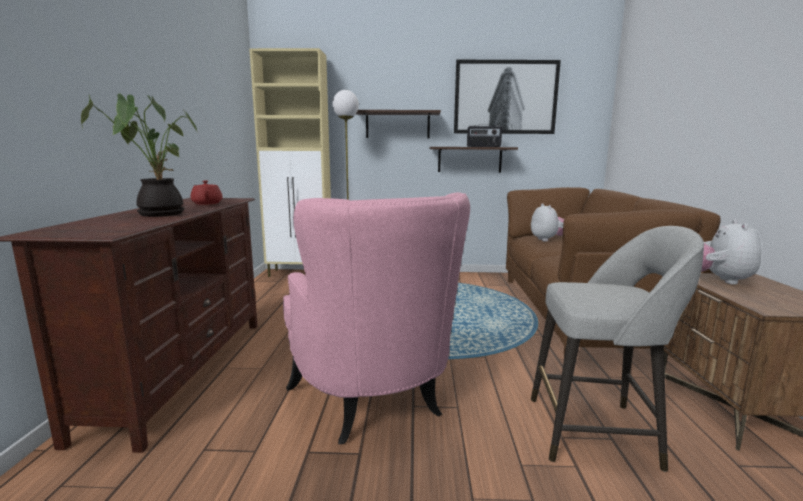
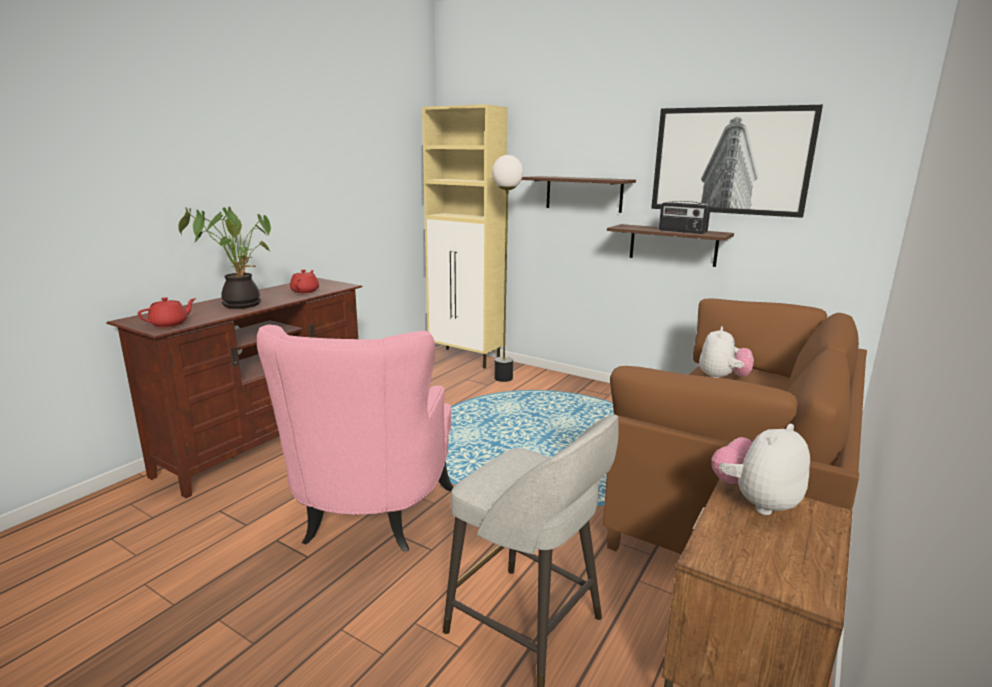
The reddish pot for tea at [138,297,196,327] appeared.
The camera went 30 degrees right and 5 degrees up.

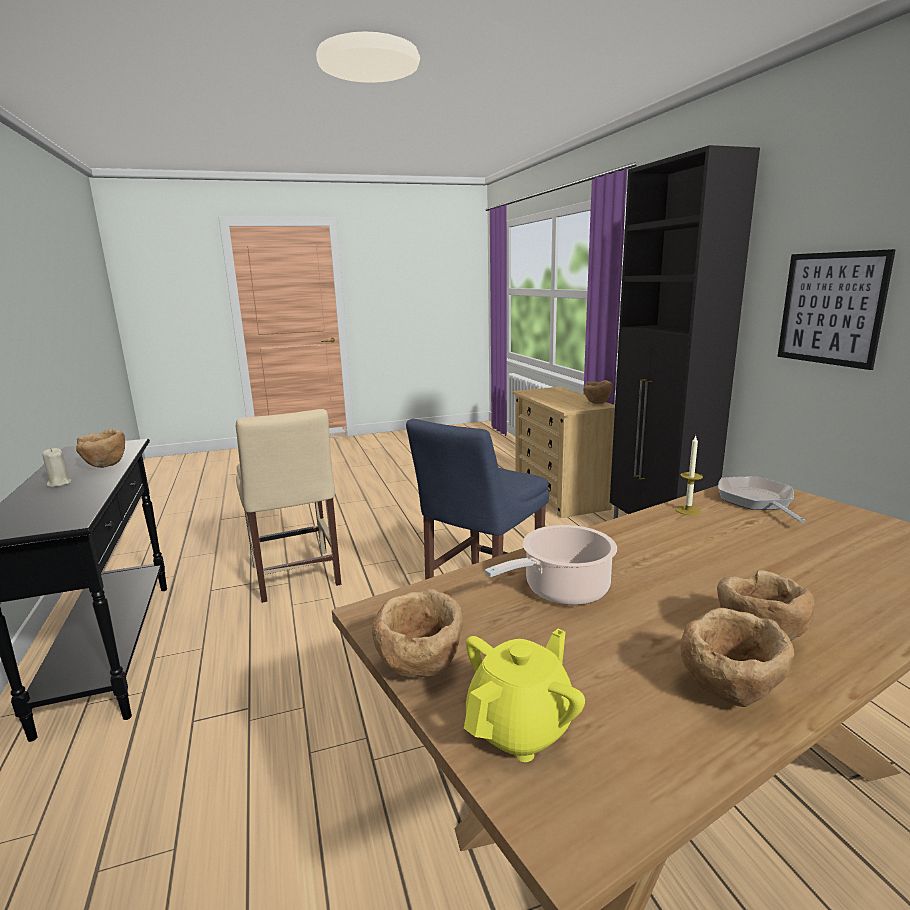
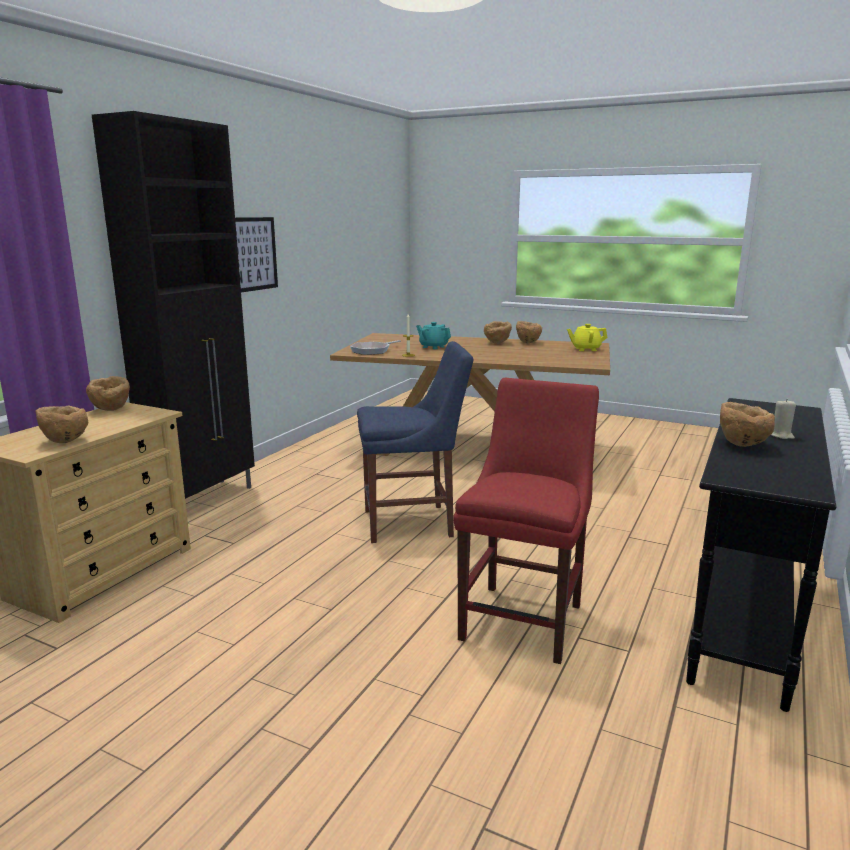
The brownish bowl moved from [372,589,463,678] to [35,406,88,443].
The turquoise-coloured pot for tea at [416,322,451,349] appeared.
The sand-coloured plain chair at [236,409,341,603] became the reddish plain chair at [453,378,599,664].
The saucepot at [485,525,617,605] disappeared.
The camera went 135 degrees left and 0 degrees up.

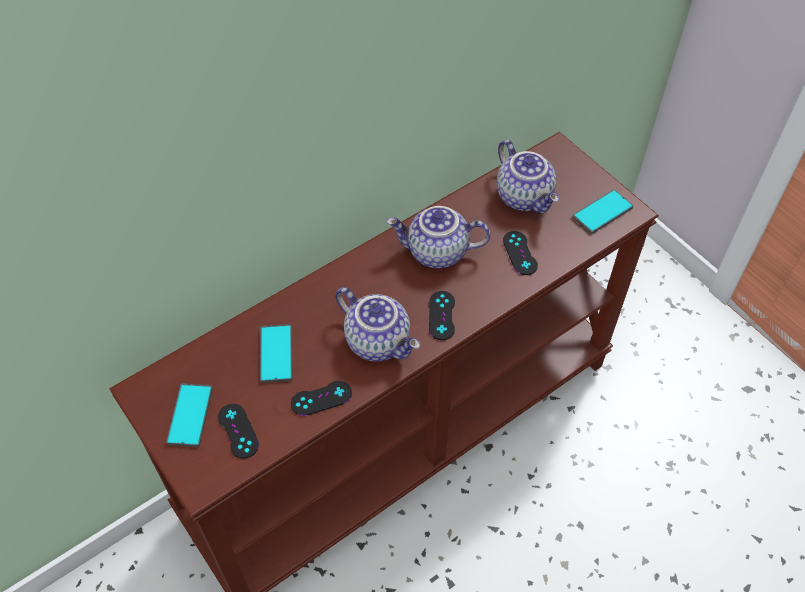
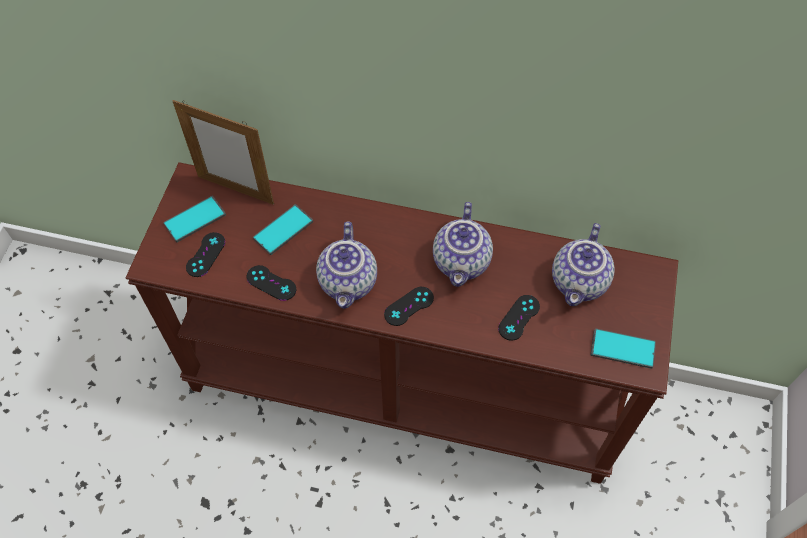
The photo frame at [173,100,274,205] appeared.
The pot for tea at [386,206,490,268] turned 135 degrees counterclockwise.
The camera went 50 degrees right and 5 degrees up.

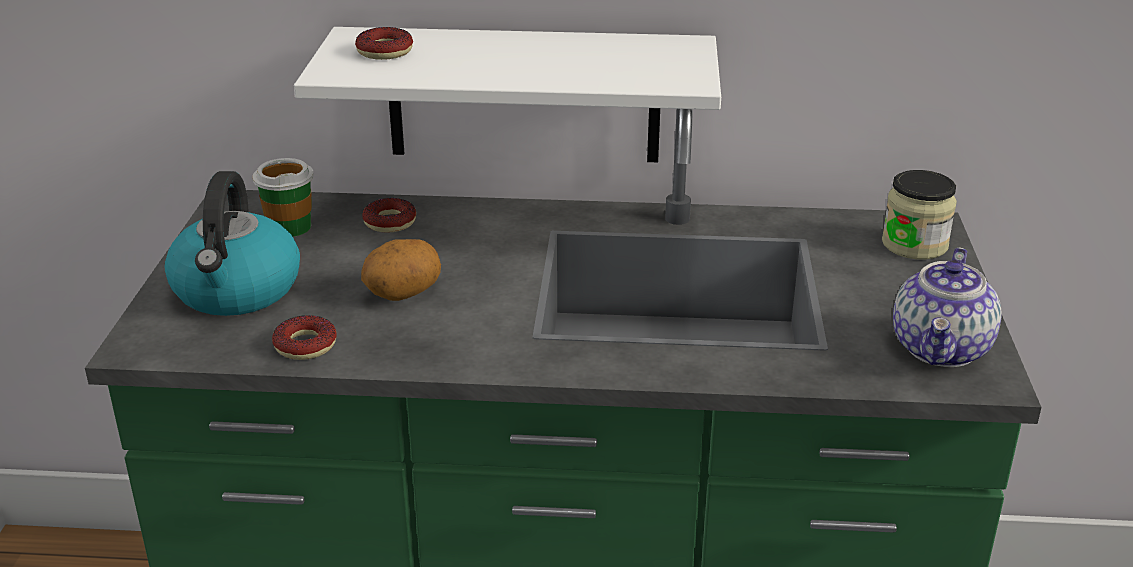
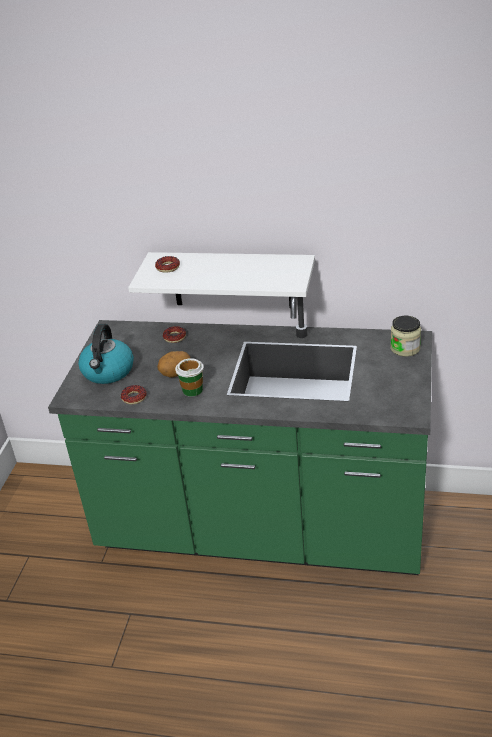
The drinking cup moved from [252,158,314,237] to [175,358,204,397].
The pot for tea at [893,247,1002,367] disappeared.
The camera went 10 degrees right and 5 degrees up.

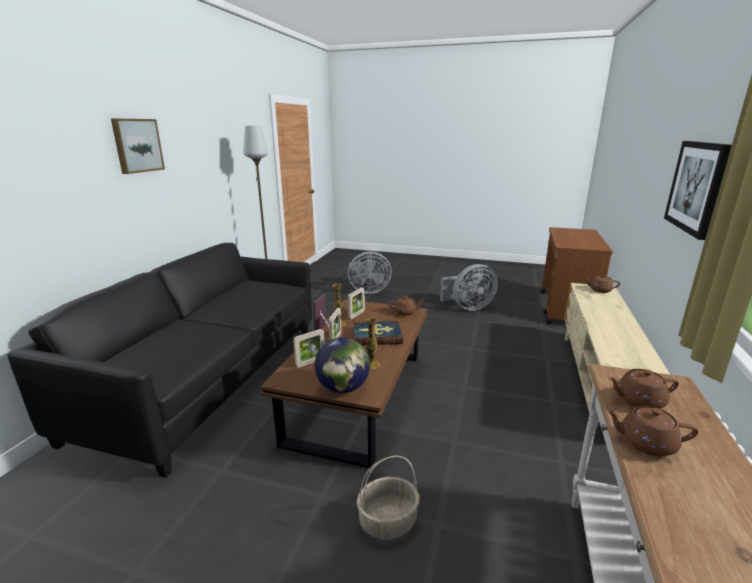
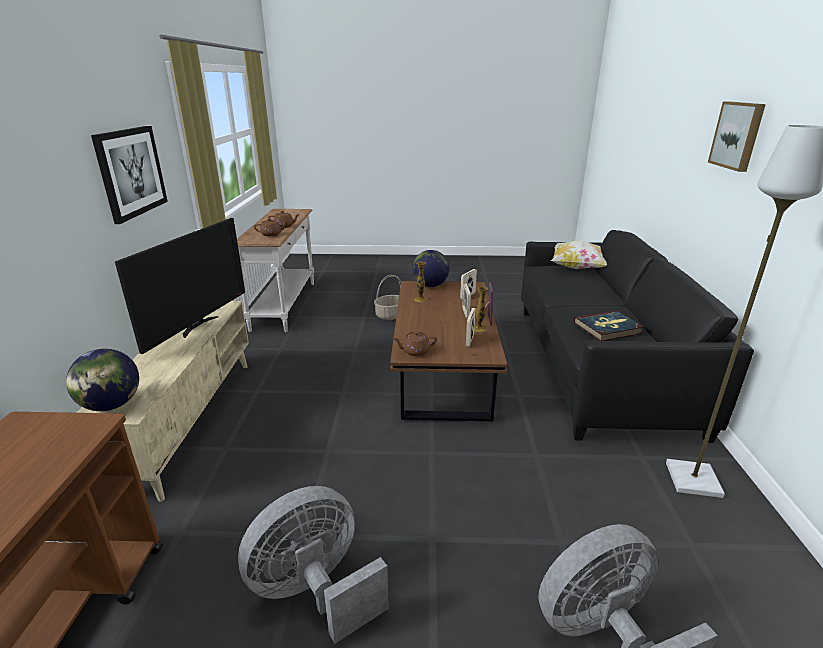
The brownish pot for tea at [583,275,620,293] was replaced by the desk globe at [66,349,139,411].
The TV set at [115,218,245,354] appeared.
The throw pillow at [551,241,607,269] appeared.
The bound book moved from [353,321,403,345] to [574,311,644,341].
The camera went 165 degrees right and 5 degrees up.

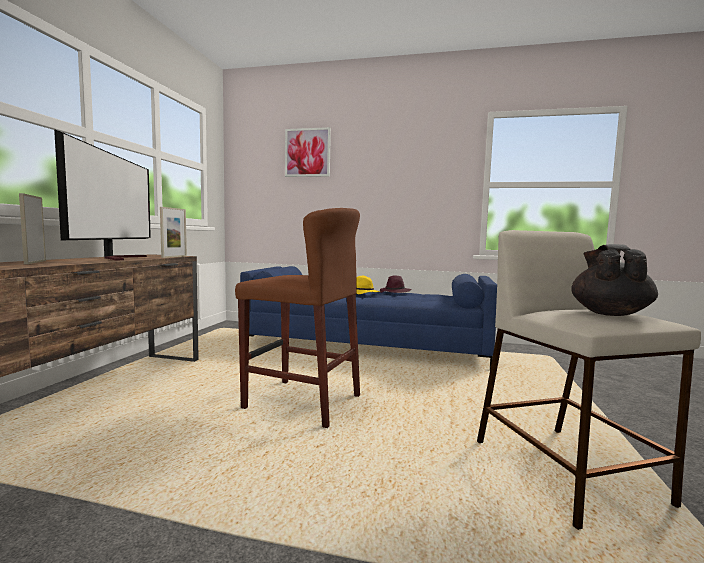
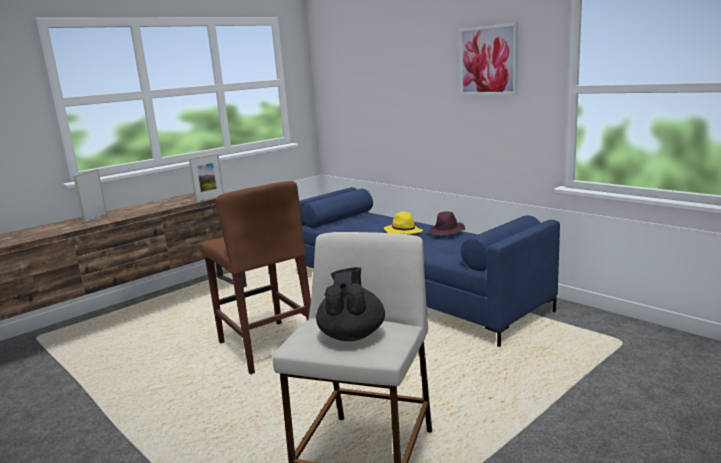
The black-coloured pot for tea at [571,244,658,316] turned 45 degrees counterclockwise.
The wall picture moved from [285,127,331,177] to [459,23,518,95].
The TV set at [54,129,151,261] disappeared.
The camera went 35 degrees right and 10 degrees up.

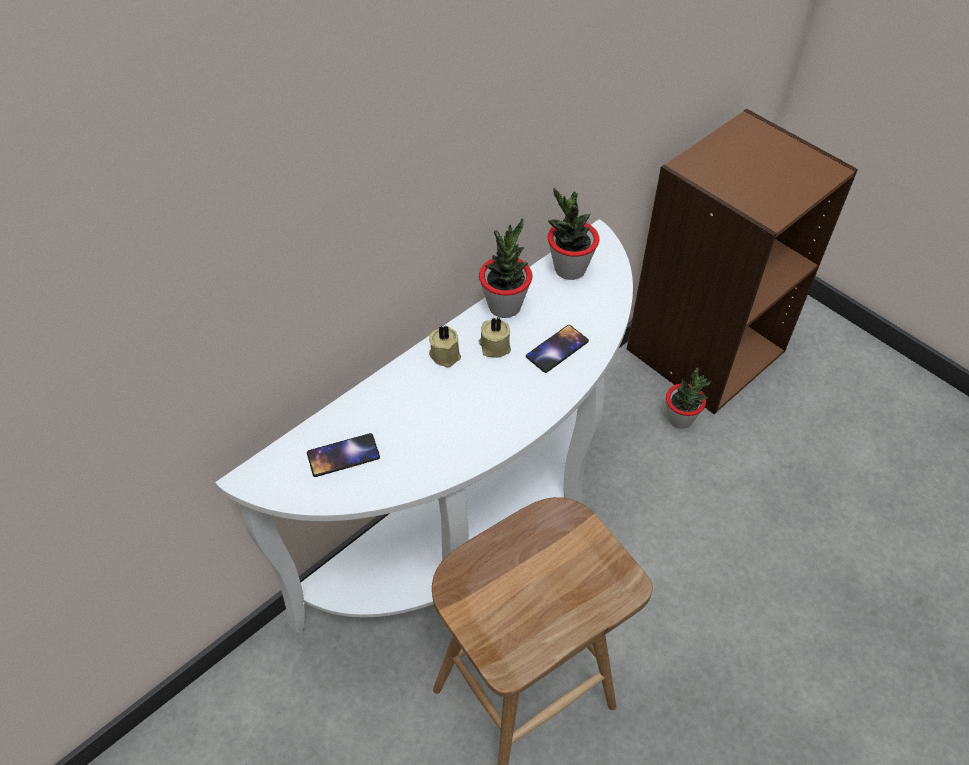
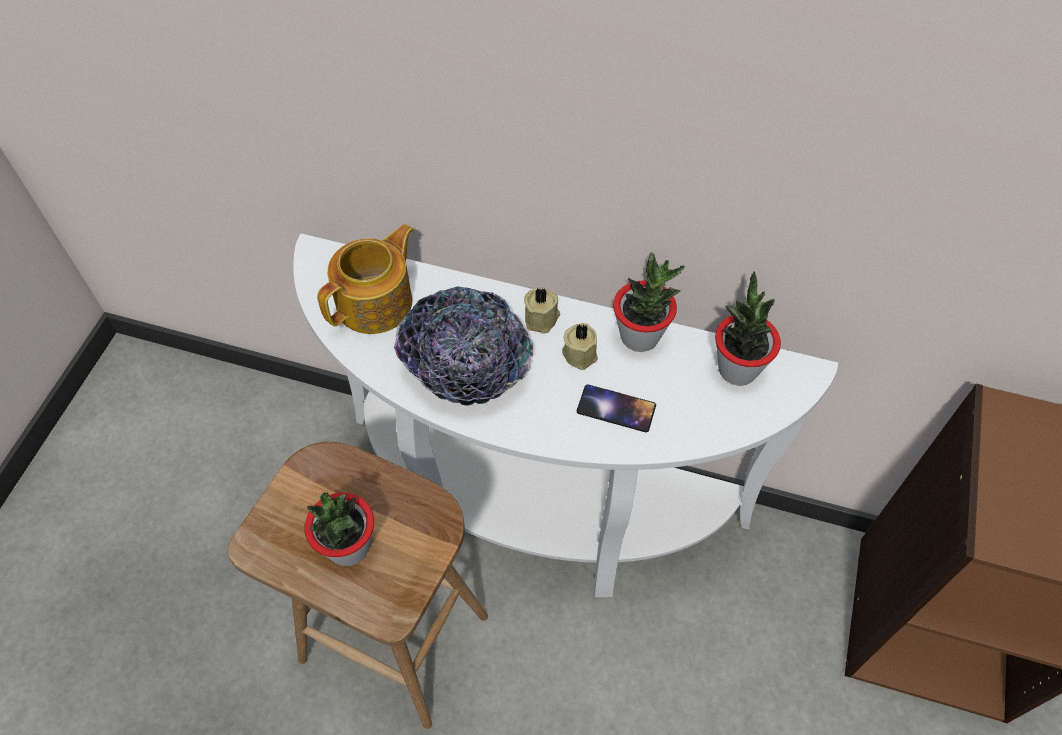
The plant in a pot moved from [666,368,711,429] to [304,492,374,566].
The handset at [307,433,380,477] was replaced by the pot for tea at [317,224,414,334].
The bowl at [394,286,533,406] appeared.
The camera went 60 degrees right and 5 degrees up.

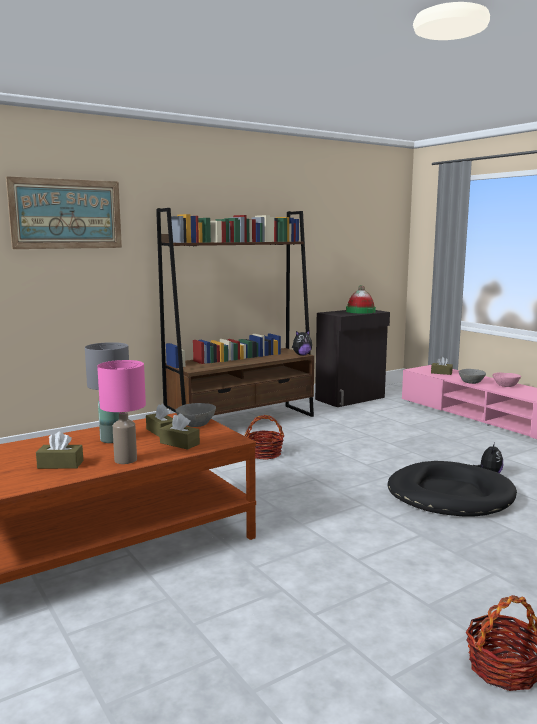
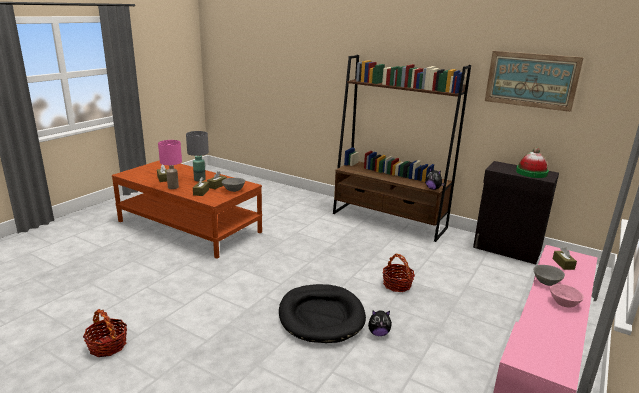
The basket moved from [244,415,284,460] to [382,254,415,292].
The wall picture moved from [6,176,122,249] to [485,51,583,112].
The camera went 65 degrees right and 10 degrees up.

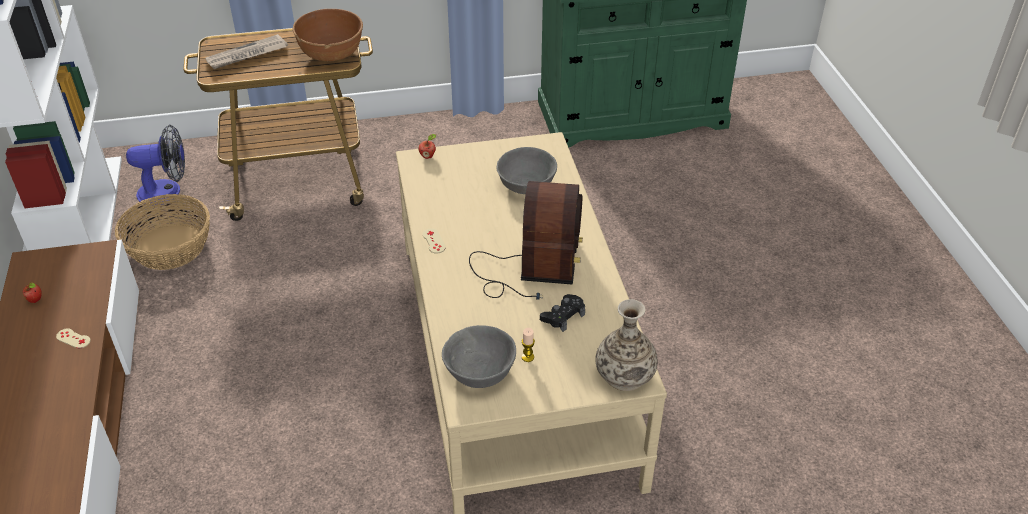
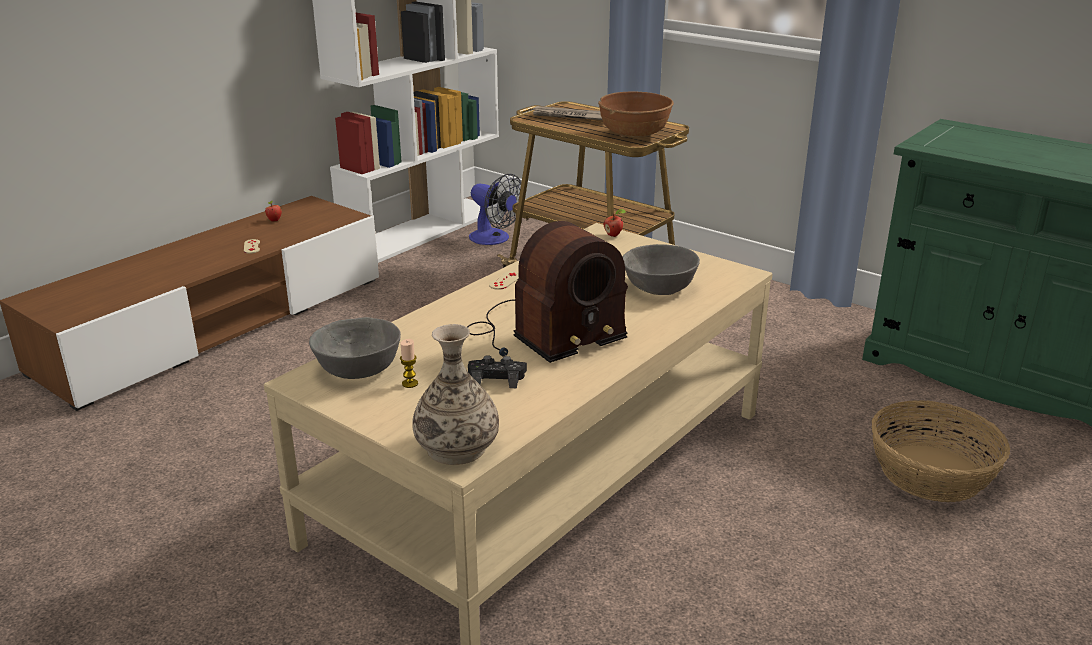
The basket moved from [115,194,210,270] to [872,400,1010,502].
The camera went 50 degrees right and 15 degrees down.

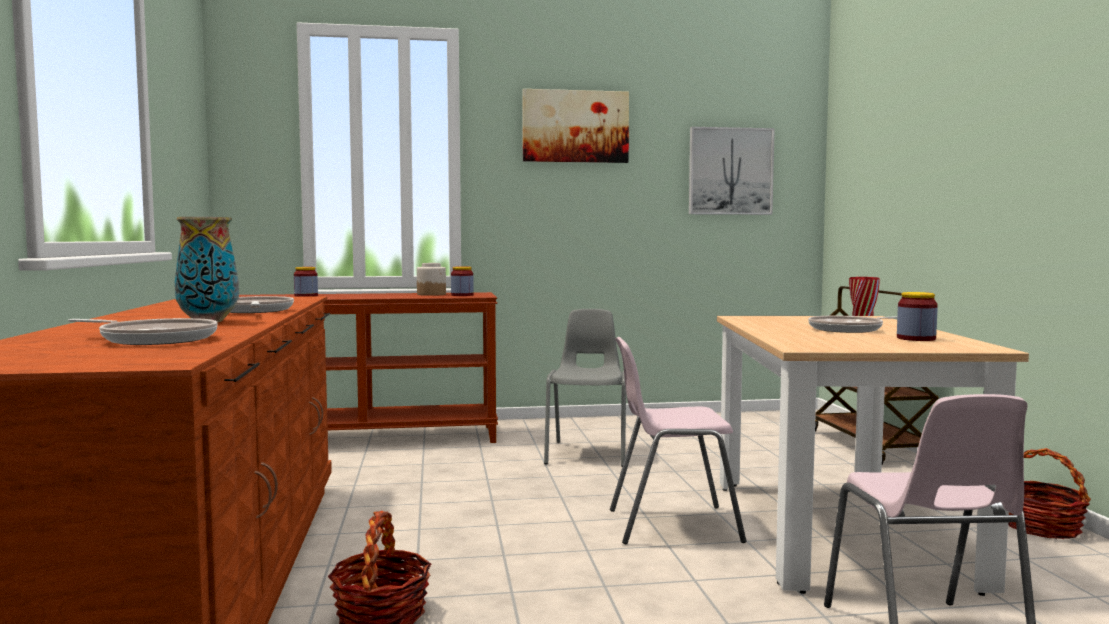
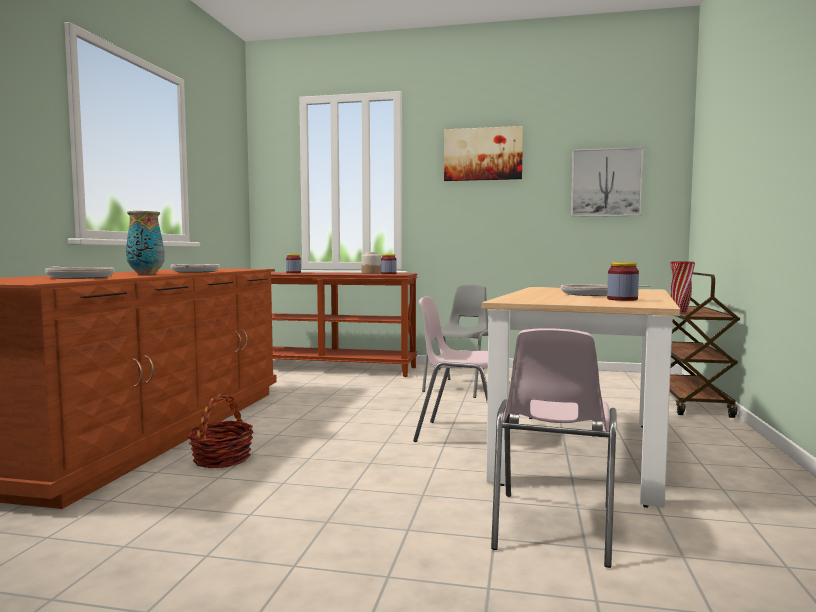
The basket at [1008,448,1091,539] disappeared.
The camera went 20 degrees right and 0 degrees up.

